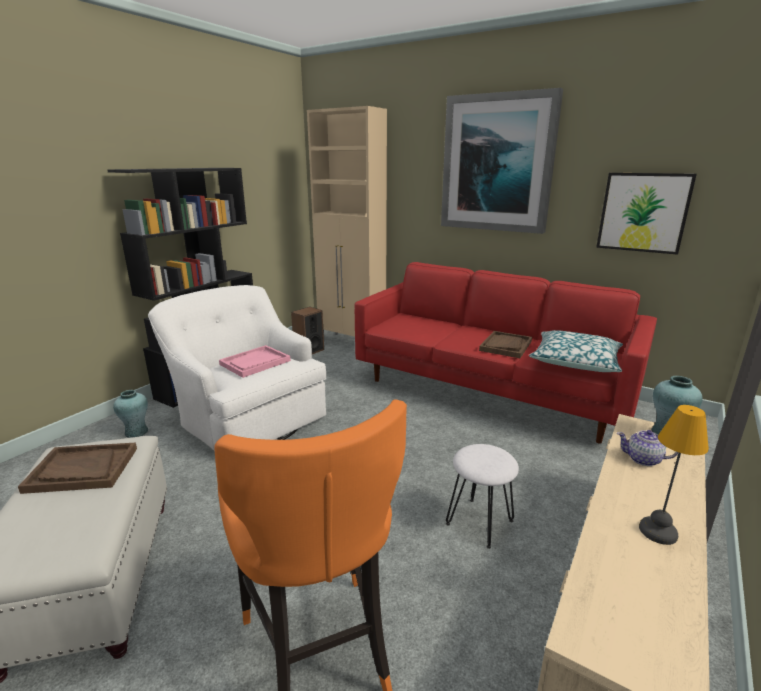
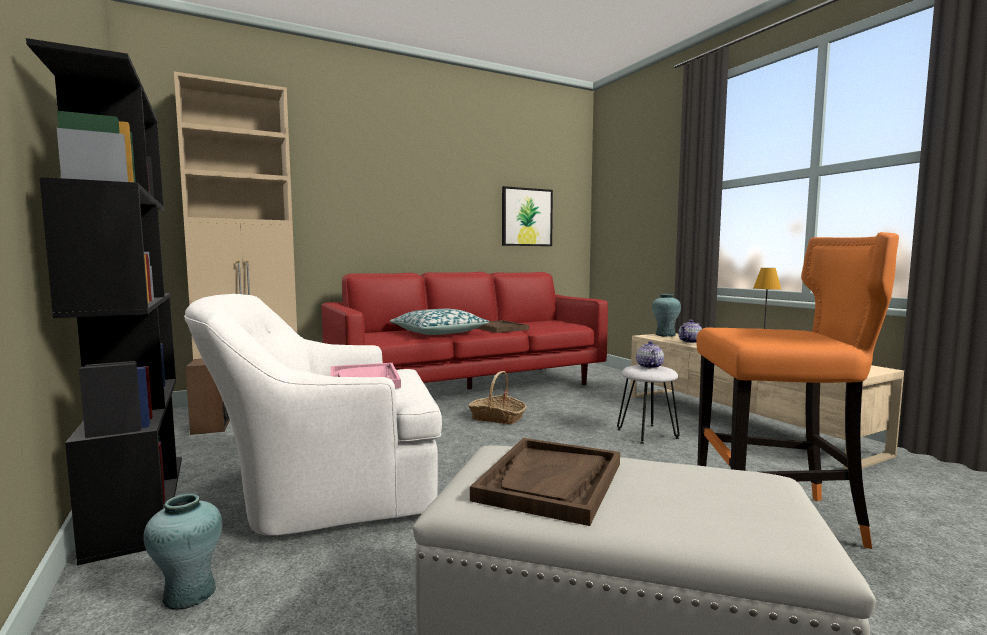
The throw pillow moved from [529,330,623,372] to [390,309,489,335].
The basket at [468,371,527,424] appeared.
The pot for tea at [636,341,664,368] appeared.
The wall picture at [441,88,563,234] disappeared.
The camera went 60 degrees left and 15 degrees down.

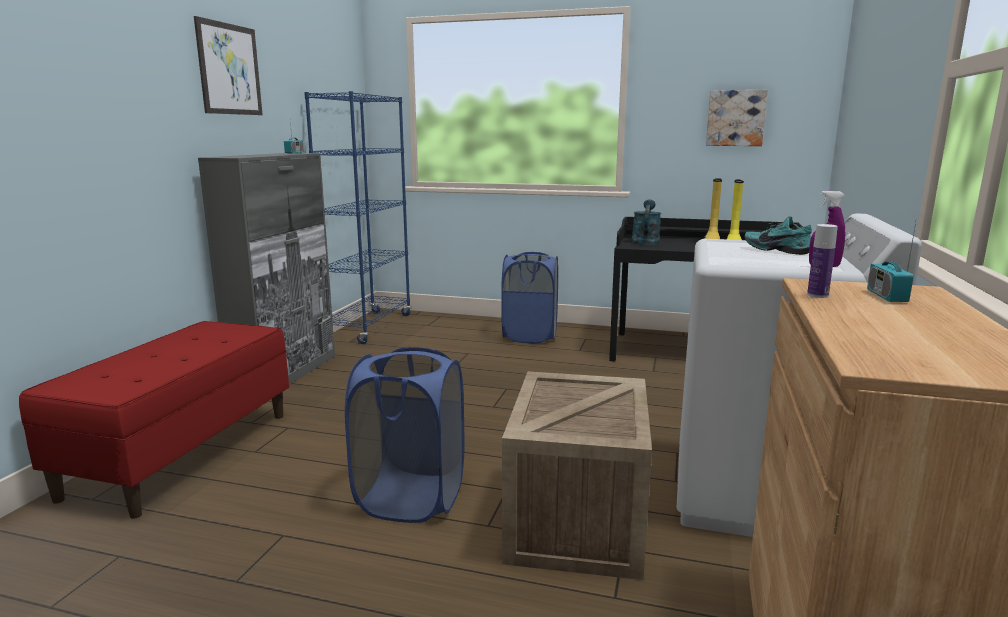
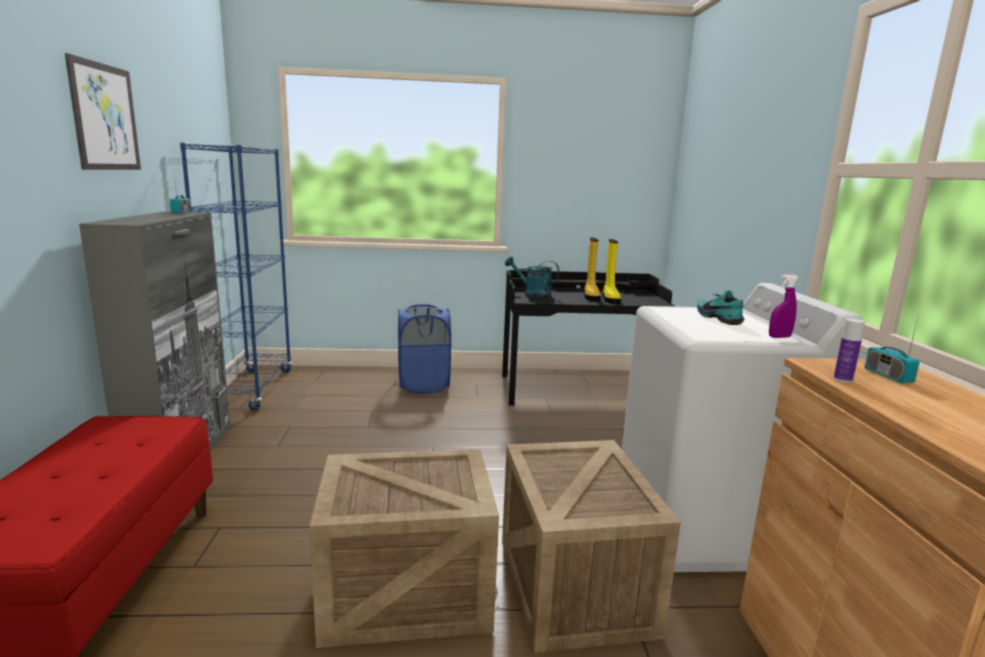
The blue-coloured washing basket at [345,347,465,523] was replaced by the shipping crate at [309,449,499,648].
The turquoise-coloured sprinkling can at [631,200,661,245] turned 60 degrees counterclockwise.
The turquoise-coloured low shoe at [745,216,812,255] turned 45 degrees clockwise.
The wall picture at [706,90,768,146] disappeared.
The camera went 20 degrees left and 0 degrees up.

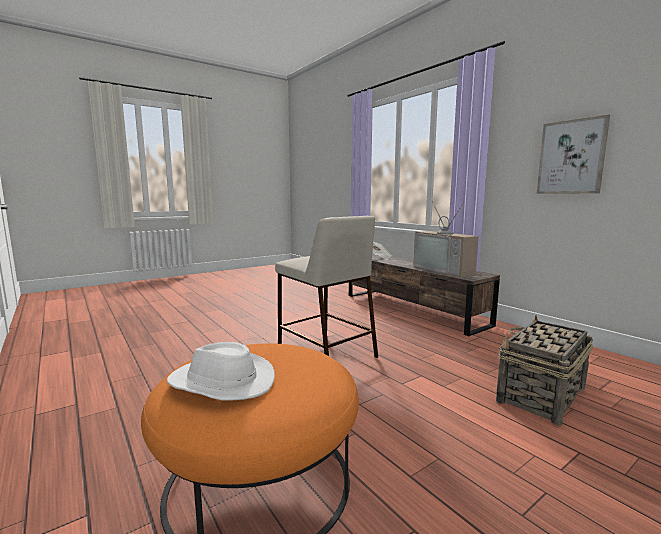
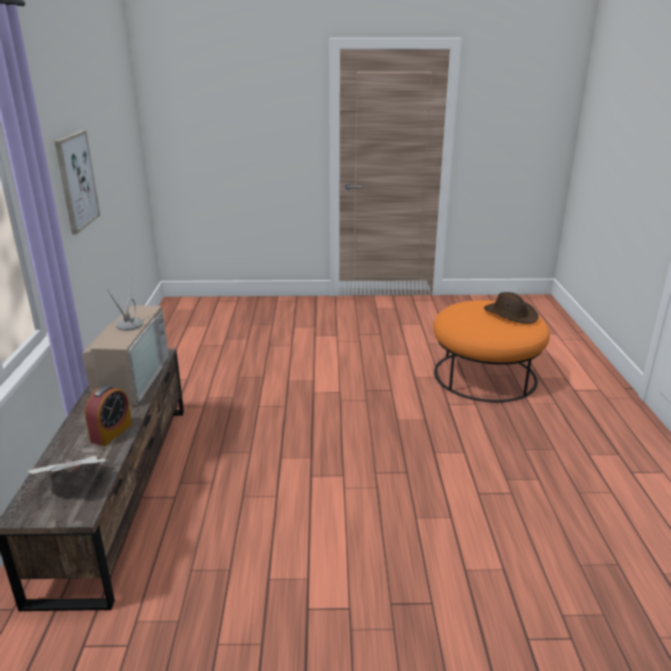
The table clock at [85,385,132,446] appeared.
The whitish hat at [167,342,275,400] became the brownish hat at [484,292,539,324].
The sand-coloured stool at [275,216,378,358] disappeared.
The basket at [496,315,593,425] disappeared.
The camera went 145 degrees left and 15 degrees up.

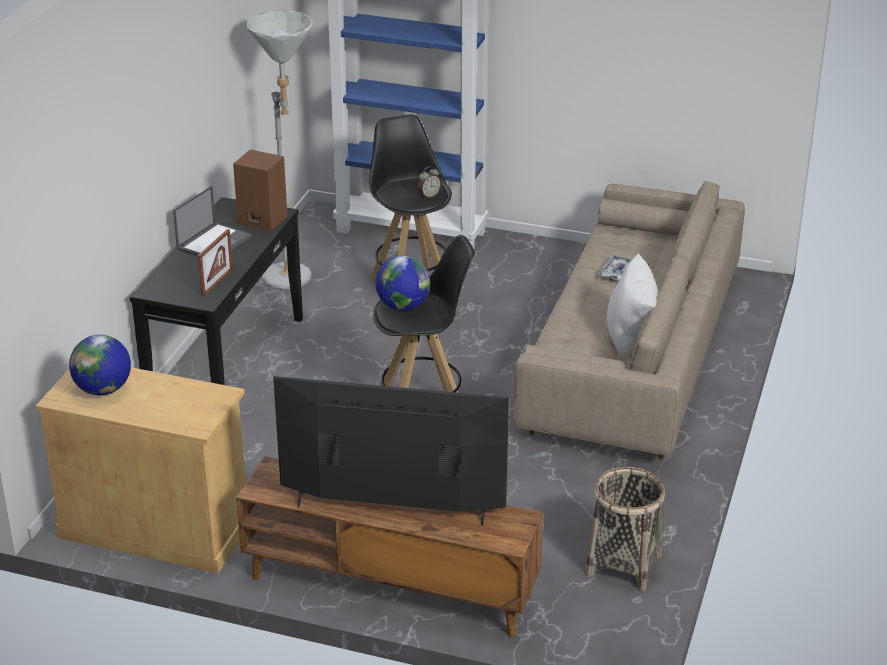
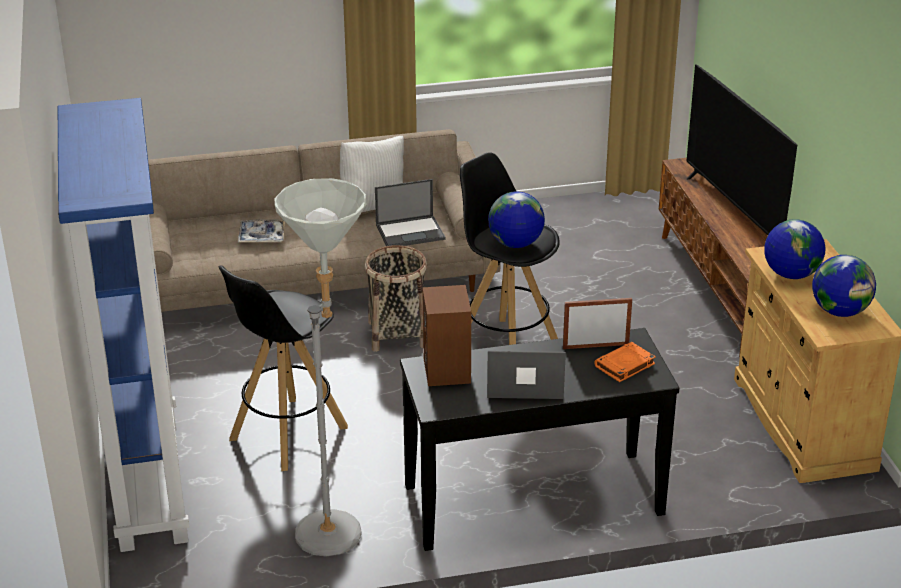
The basket moved from [585,467,665,591] to [365,245,427,352].
The laptop at [375,179,446,246] appeared.
The orange bound book at [594,342,656,382] appeared.
The desk globe at [764,219,825,279] appeared.
The table clock at [418,166,442,199] disappeared.
The camera went 120 degrees left and 0 degrees up.

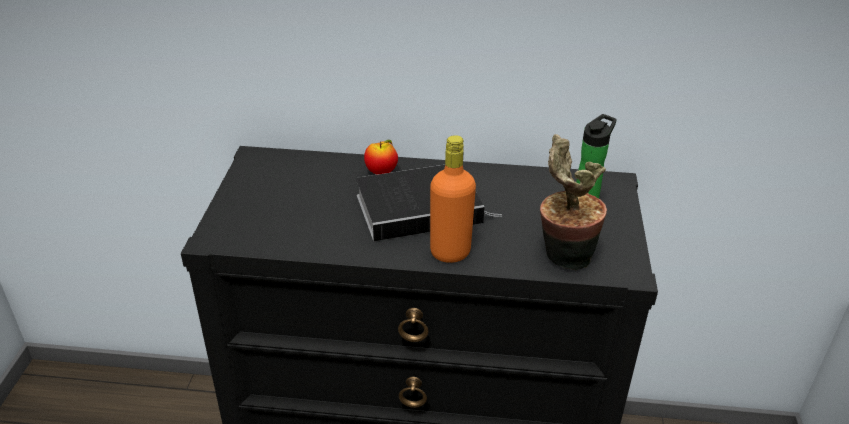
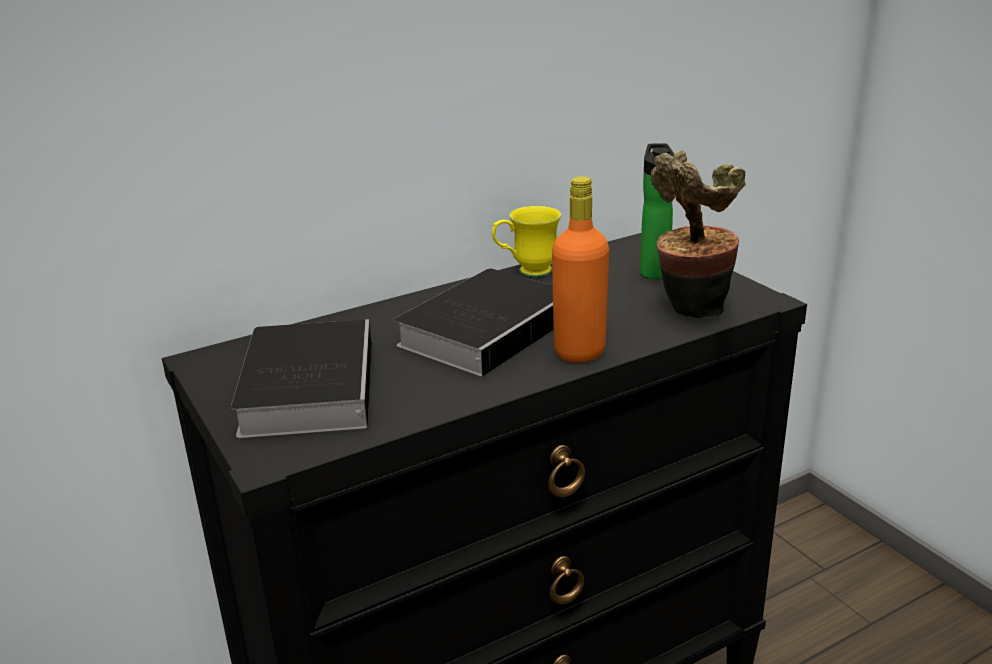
The bound book at [231,319,372,438] appeared.
The yellowish tea mug at [492,206,561,277] appeared.
The apple at [364,140,398,175] disappeared.
The camera went 35 degrees left and 10 degrees down.

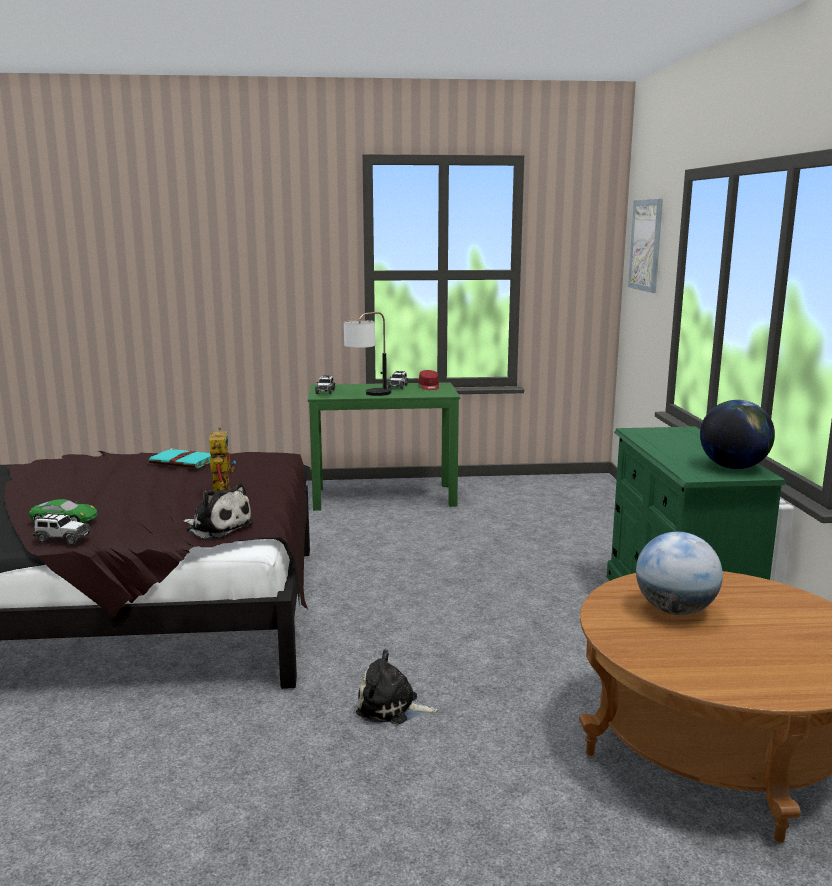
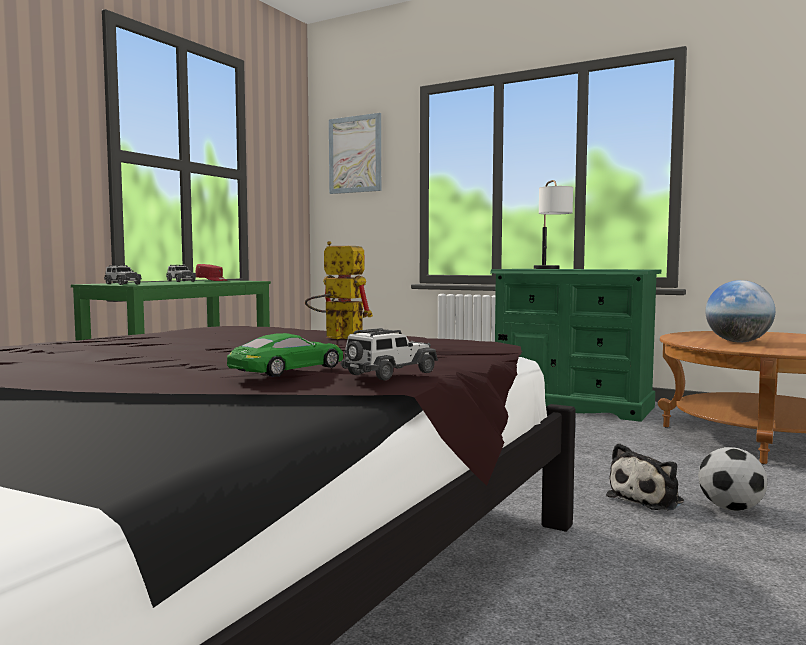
The lamp for a table moved from [344,312,391,396] to [534,180,573,269].
The ball for football at [698,447,768,511] appeared.
The turquoise-coloured bound book at [149,448,211,468] disappeared.
The cuddly toy at [184,483,254,539] disappeared.
The desk globe at [700,400,775,469] disappeared.
The camera went 55 degrees left and 10 degrees down.

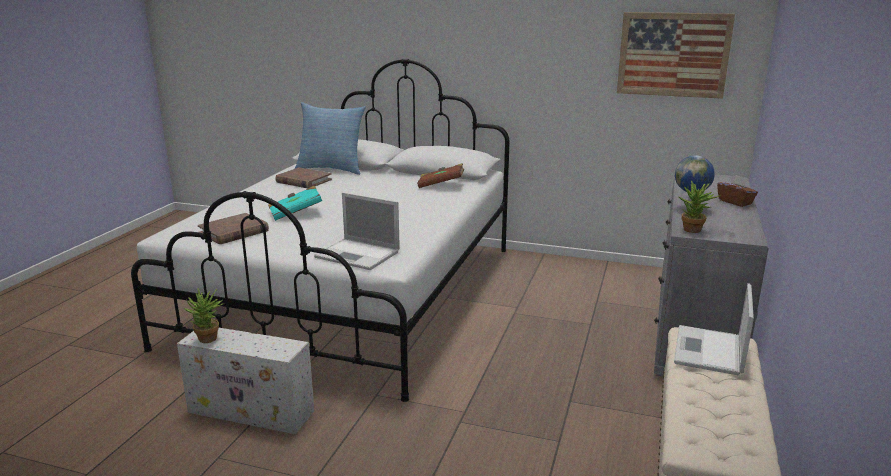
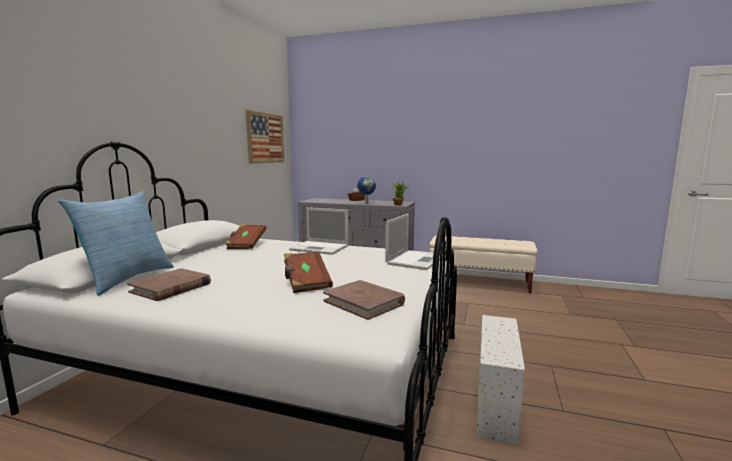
The turquoise-coloured bound book at [268,186,322,221] became the brownish bound book at [284,252,333,293].
The laptop moved from [674,283,754,376] to [289,207,348,255].
The plant in a pot at [184,288,224,343] disappeared.
The camera went 90 degrees left and 10 degrees down.

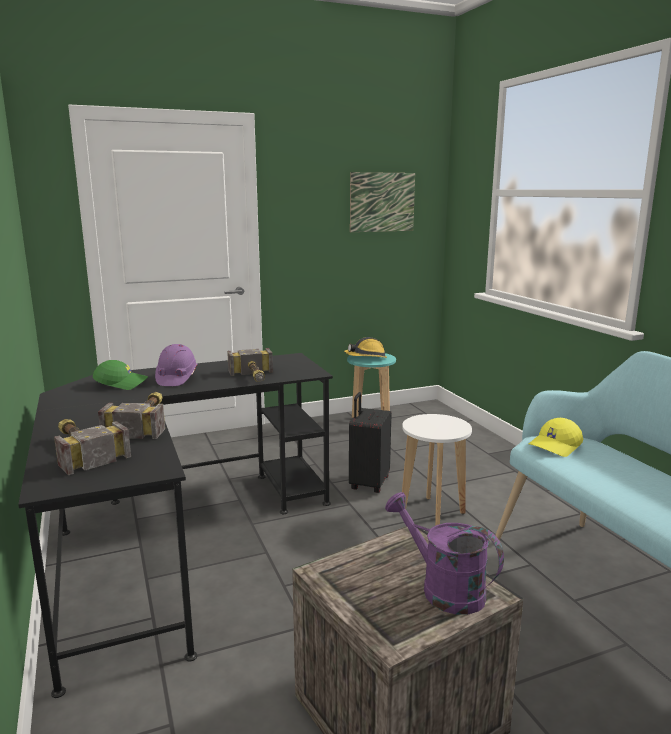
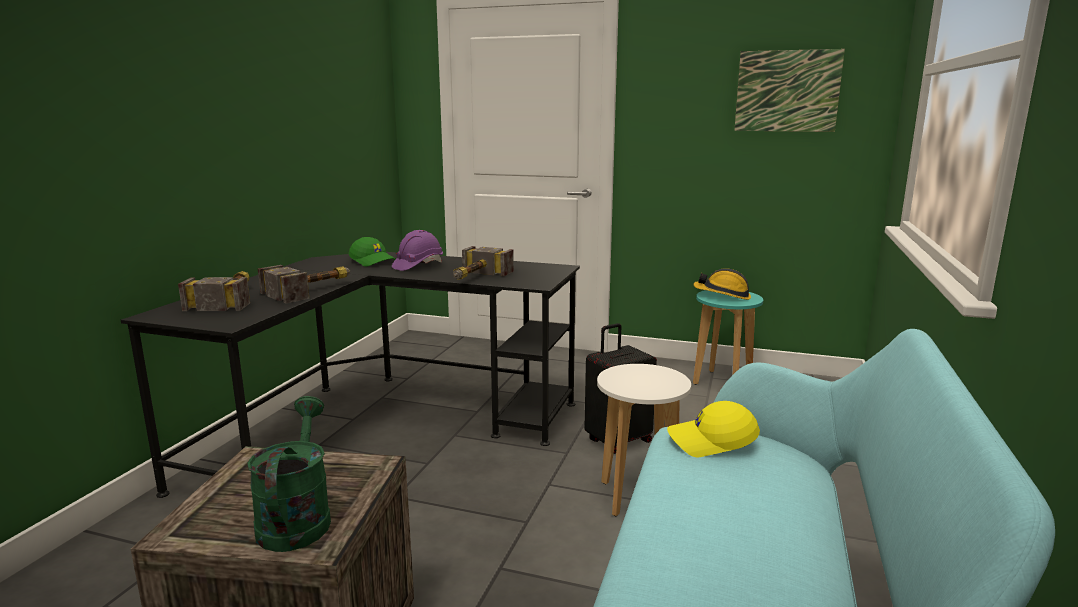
The purple-coloured sprinkling can at [385,492,504,615] became the green sprinkling can at [247,396,331,552].
The camera went 40 degrees right and 0 degrees up.

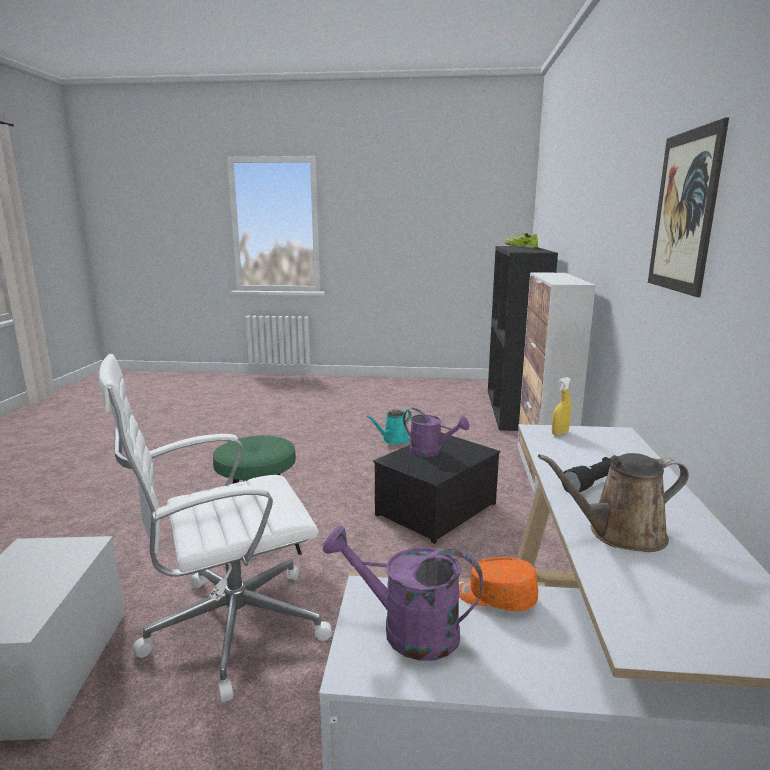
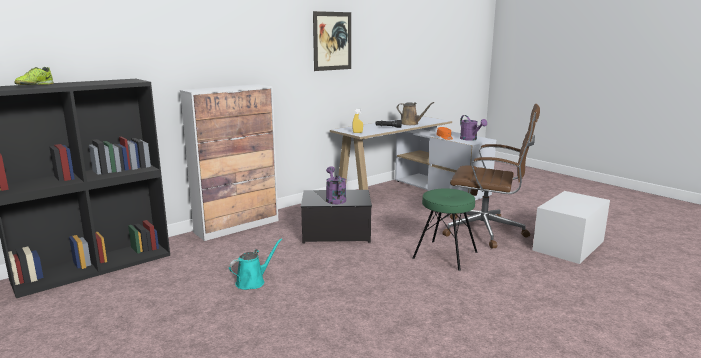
The turquoise-coloured sprinkling can at [367,409,412,445] turned 45 degrees counterclockwise.
The whitish office chair at [99,354,332,703] became the brownish office chair at [443,104,540,249].
The camera went 135 degrees left and 0 degrees up.

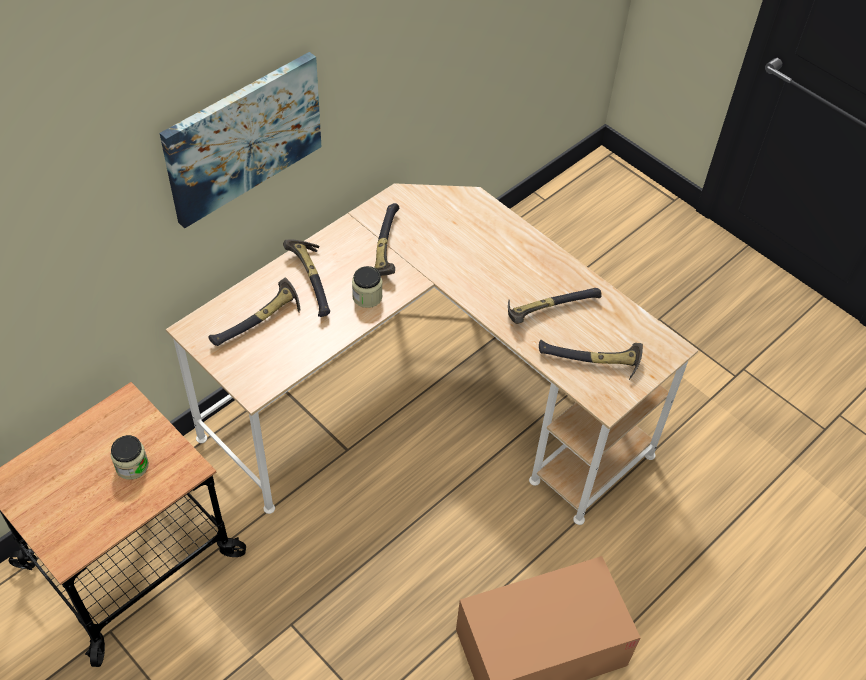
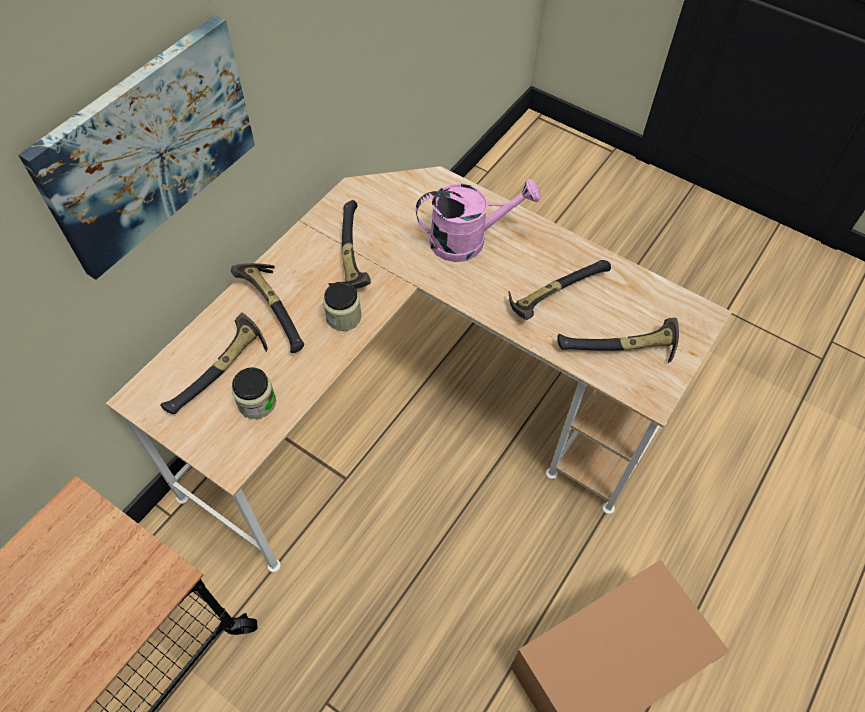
The jar moved from [111,435,149,480] to [232,367,276,419].
The pinkish sprinkling can at [416,179,541,262] appeared.
The camera went 10 degrees left and 5 degrees up.

